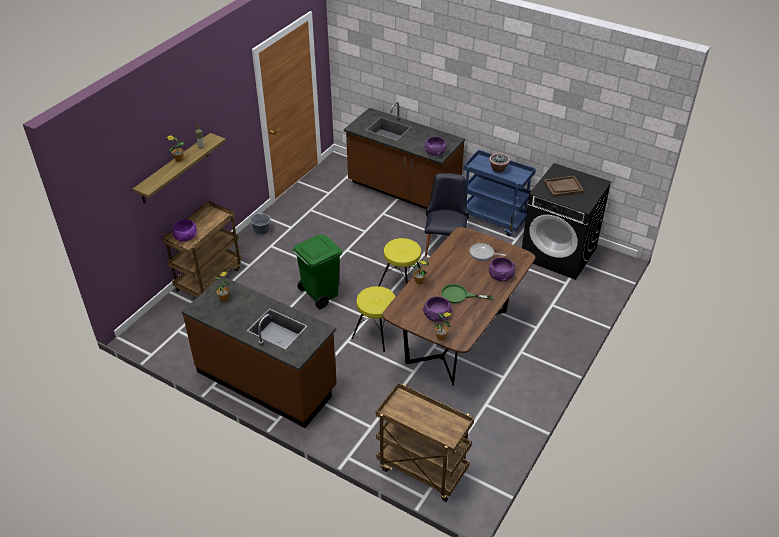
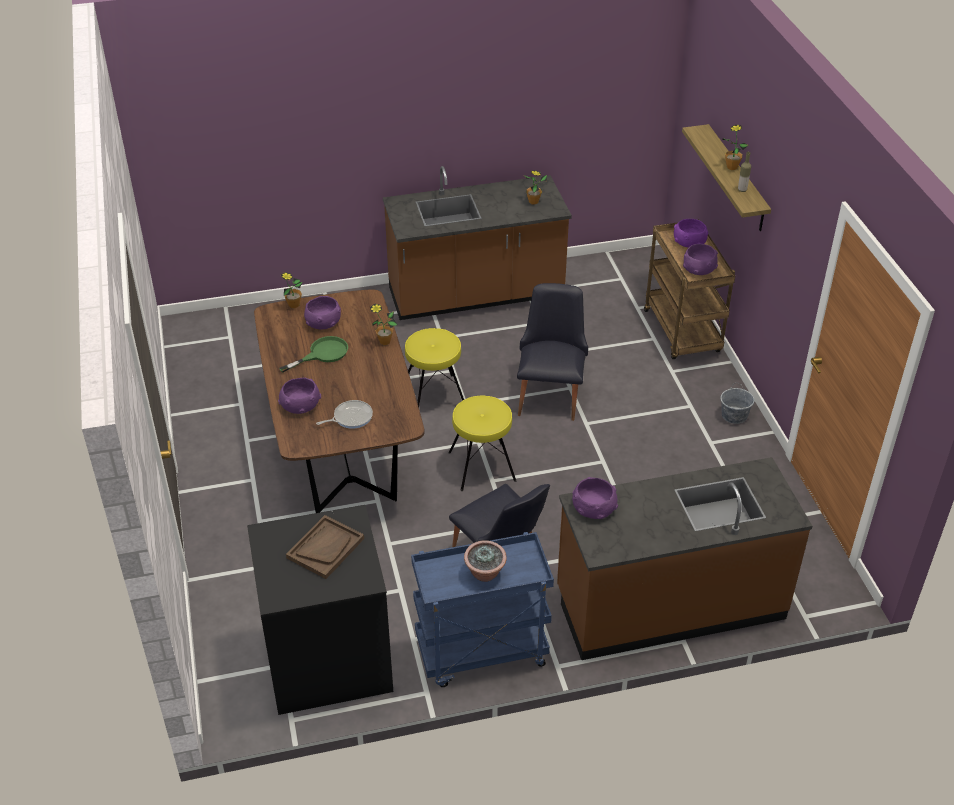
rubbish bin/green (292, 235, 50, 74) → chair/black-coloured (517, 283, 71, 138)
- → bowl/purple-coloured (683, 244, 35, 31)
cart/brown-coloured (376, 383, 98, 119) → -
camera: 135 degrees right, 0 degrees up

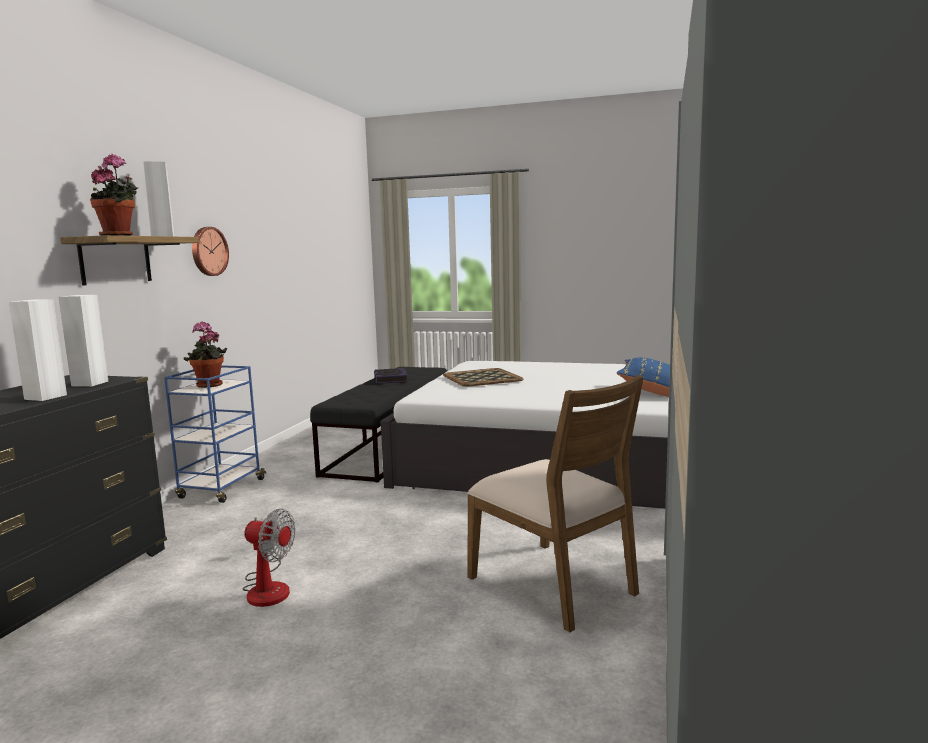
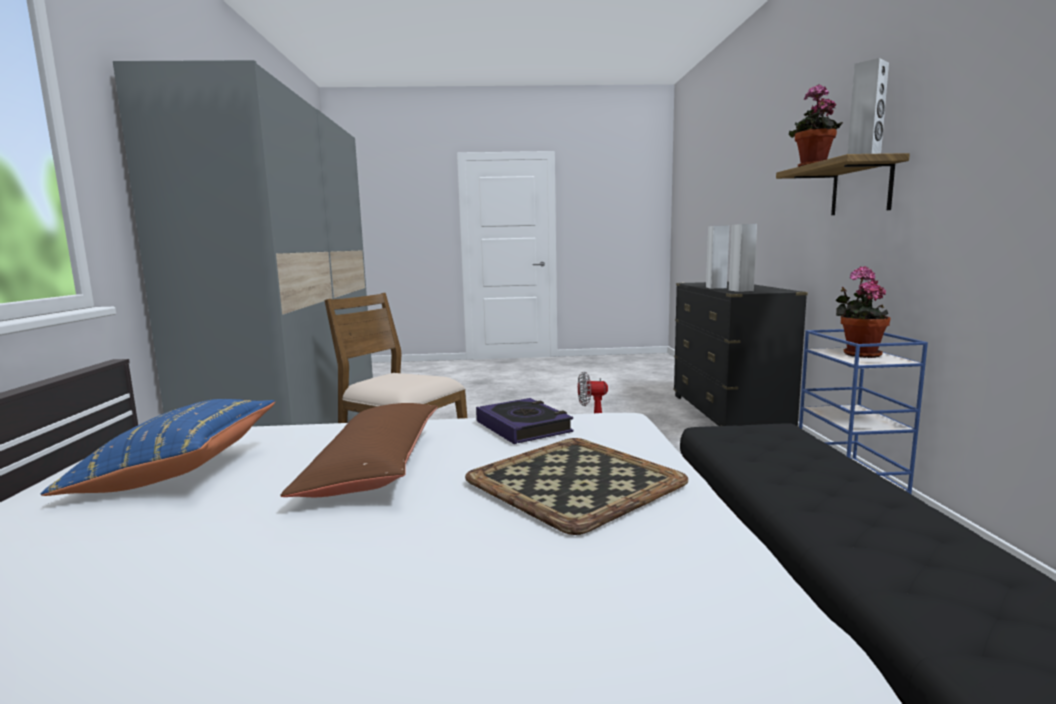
- → pillow/brown-coloured (280, 403, 158, 94)
bound book (374, 368, 33, 16) → bound book (476, 398, 97, 46), shifted
clock on the wall (192, 227, 37, 49) → -
camera: 160 degrees right, 0 degrees up

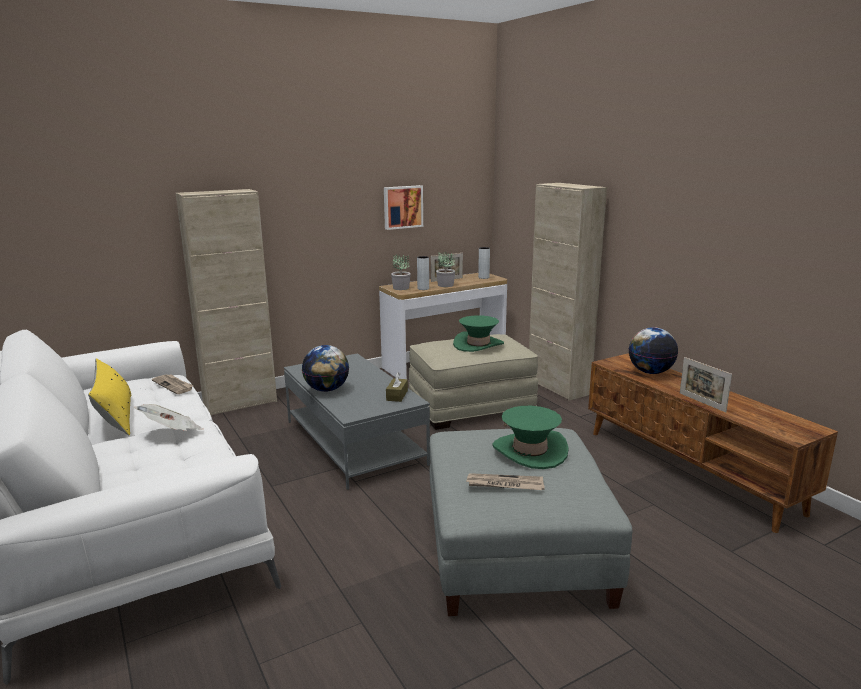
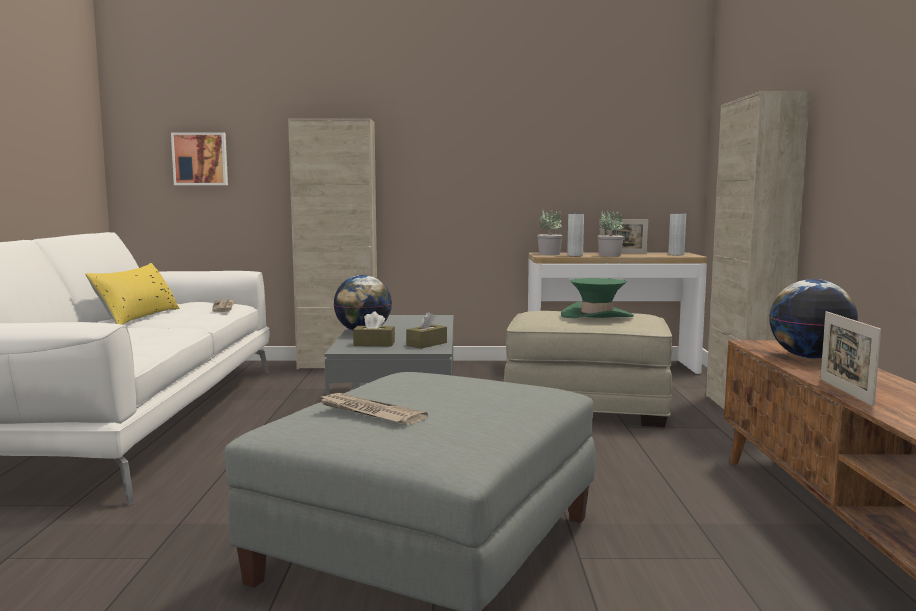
wall art (384, 185, 39, 45) → wall art (171, 132, 57, 53), shifted
- → tissue box/brown-coloured (353, 312, 42, 35)
newspaper (134, 404, 70, 27) → -
wearable hat/green (492, 406, 77, 63) → -
camera: 30 degrees right, 10 degrees down

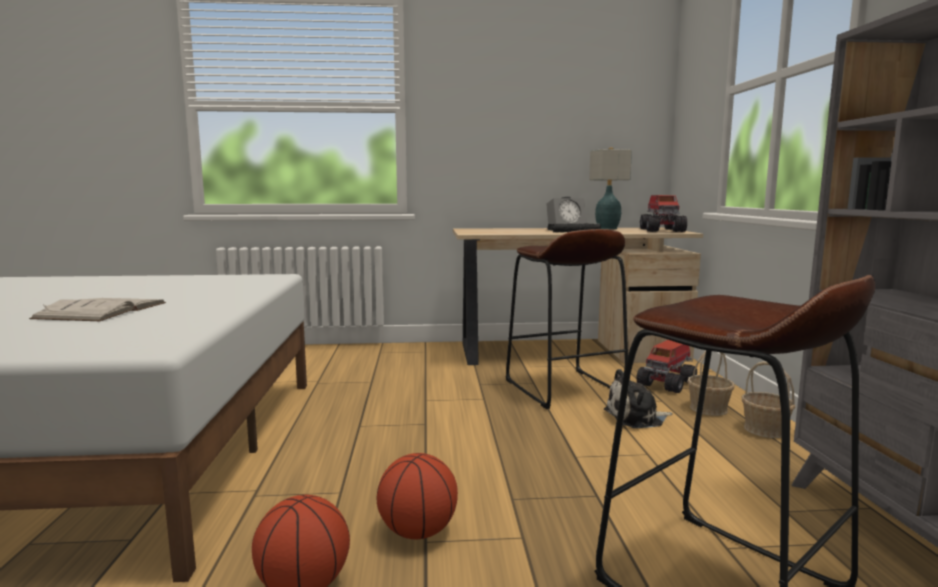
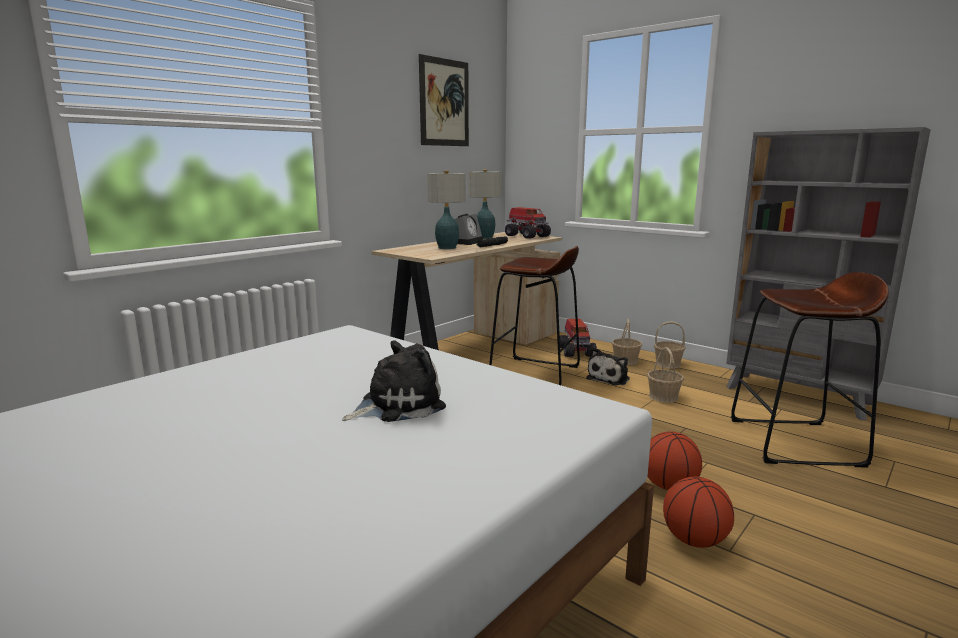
bound book/white (29, 298, 137, 23) → plush toy (342, 340, 104, 82)
- → wall art (419, 54, 50, 92)
- → table lamp (427, 170, 39, 79)
- → storage basket (647, 347, 37, 56)
camera: 45 degrees left, 5 degrees up

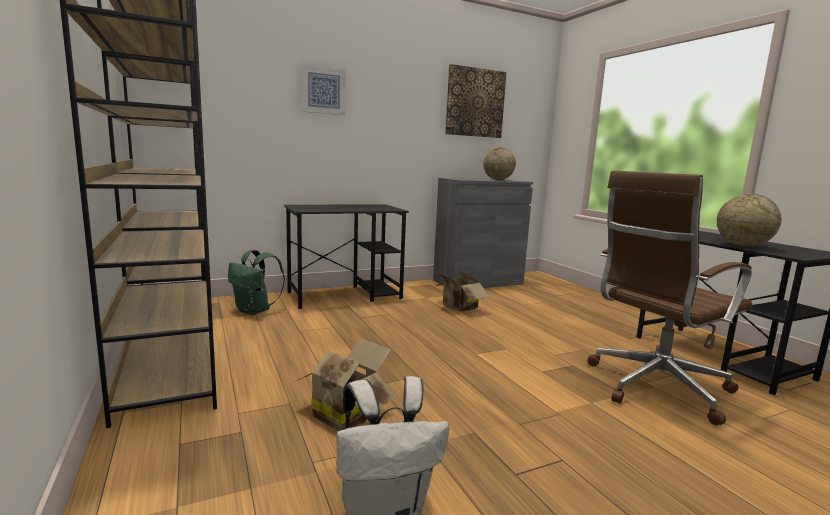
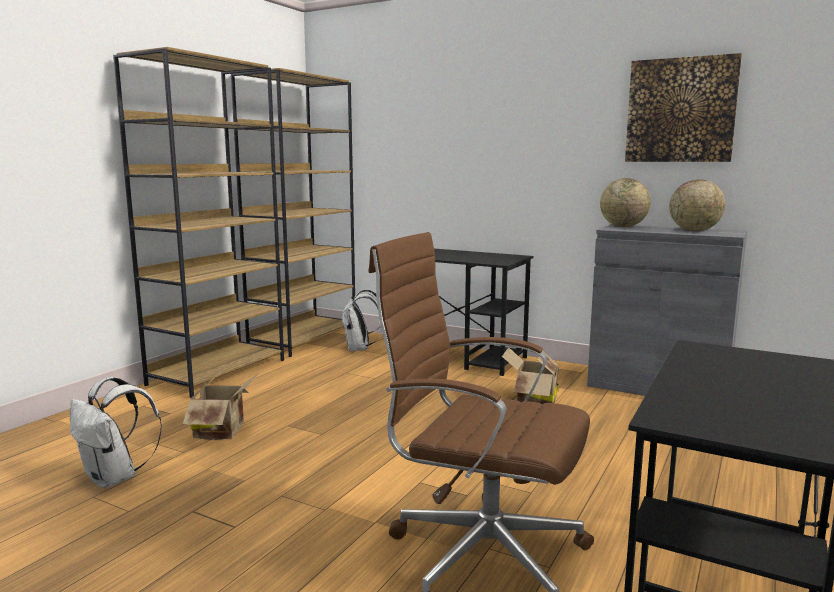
rucksack/green (228, 250, 57, 65) → rucksack/white (341, 289, 41, 62)
globe (717, 194, 64, 53) → globe (600, 178, 51, 49), shifted
wall art (301, 64, 45, 51) → -
camera: 55 degrees right, 0 degrees up

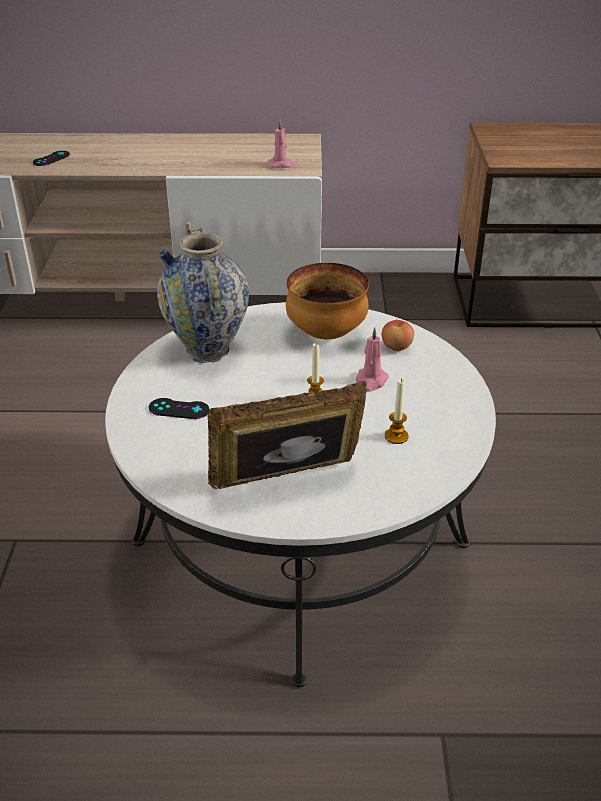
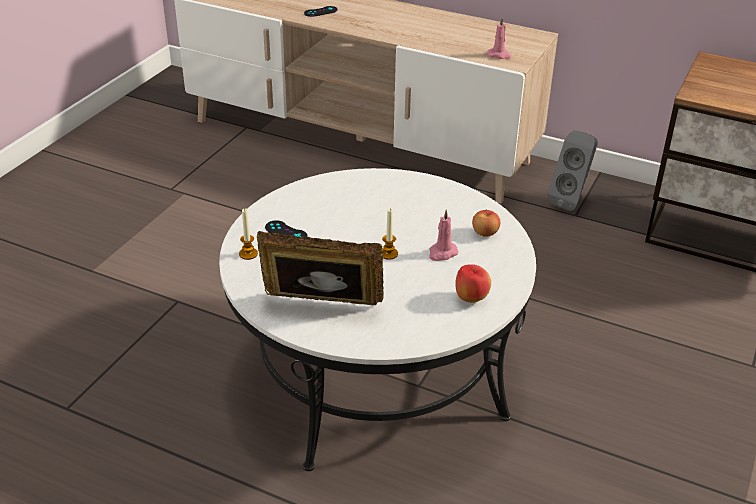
wax candle (385, 378, 24, 66) → wax candle (239, 208, 19, 52), shifted
- → whole apple (455, 264, 36, 39)
- → loudspeaker/greyish (547, 130, 51, 81)
flower vase (157, 227, 92, 136) → -
bowl (286, 263, 83, 76) → -
camera: 25 degrees right, 0 degrees up

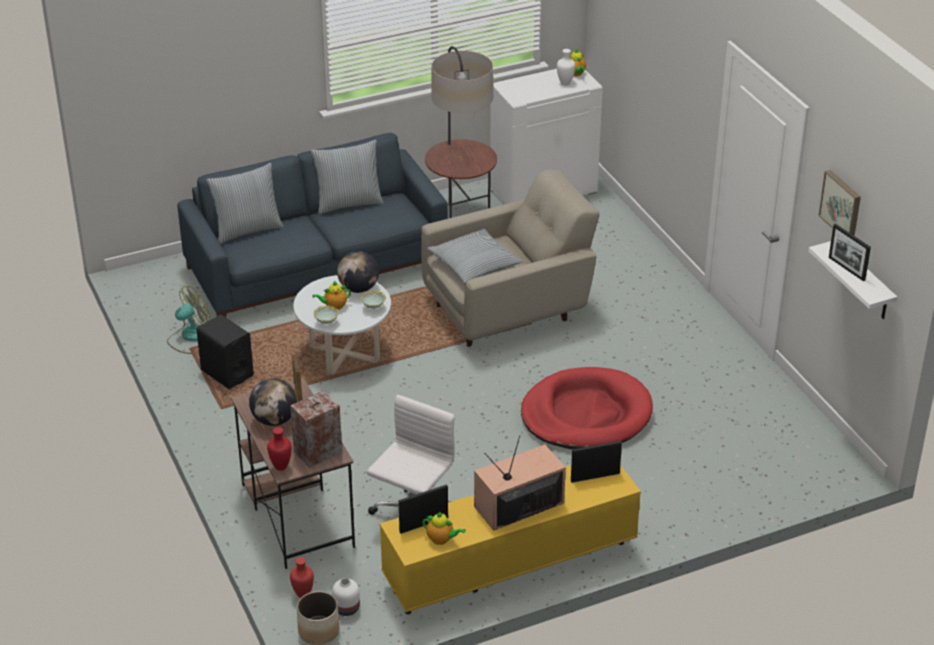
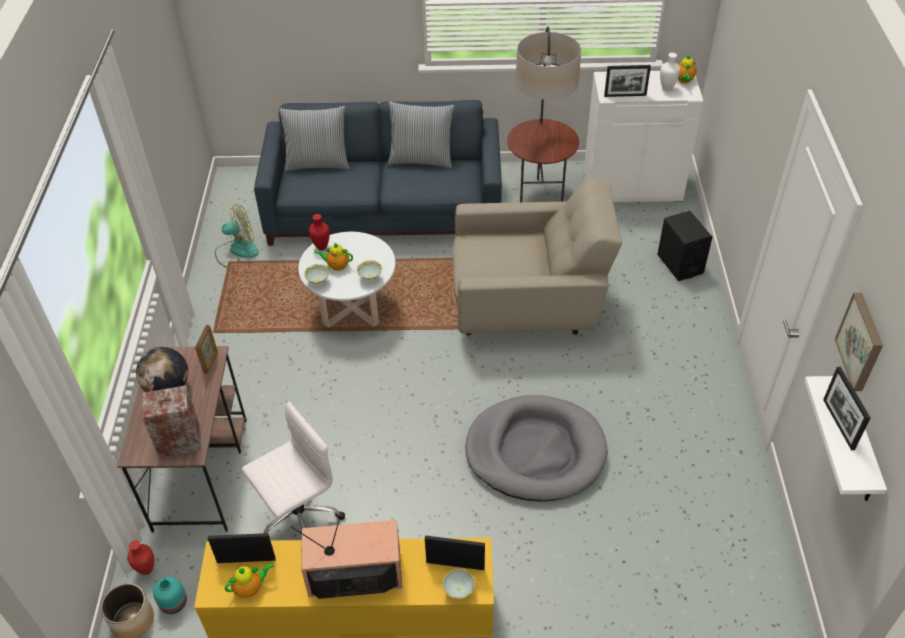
flower vase/white (332, 578, 28, 38) → flower vase/turquoise-coloured (153, 577, 34, 37)
tea pot (422, 512, 44, 33) → tea pot (225, 562, 49, 36), 75 degrees counterclockwise
flower vase/reddish (267, 427, 24, 44) → flower vase/reddish (309, 214, 21, 36), shifted
- → bowl (442, 568, 34, 31)
dog bed/reddish (521, 367, 132, 82) → dog bed/greyish (465, 395, 143, 107)
- → standing frame (604, 65, 47, 32)
loudspeaker/black-coloured (196, 315, 58, 74) → loudspeaker/black-coloured (657, 211, 55, 70), shifted
globe (337, 251, 42, 42) → -
pillow (427, 229, 96, 54) → -
camera: 25 degrees right, 10 degrees up

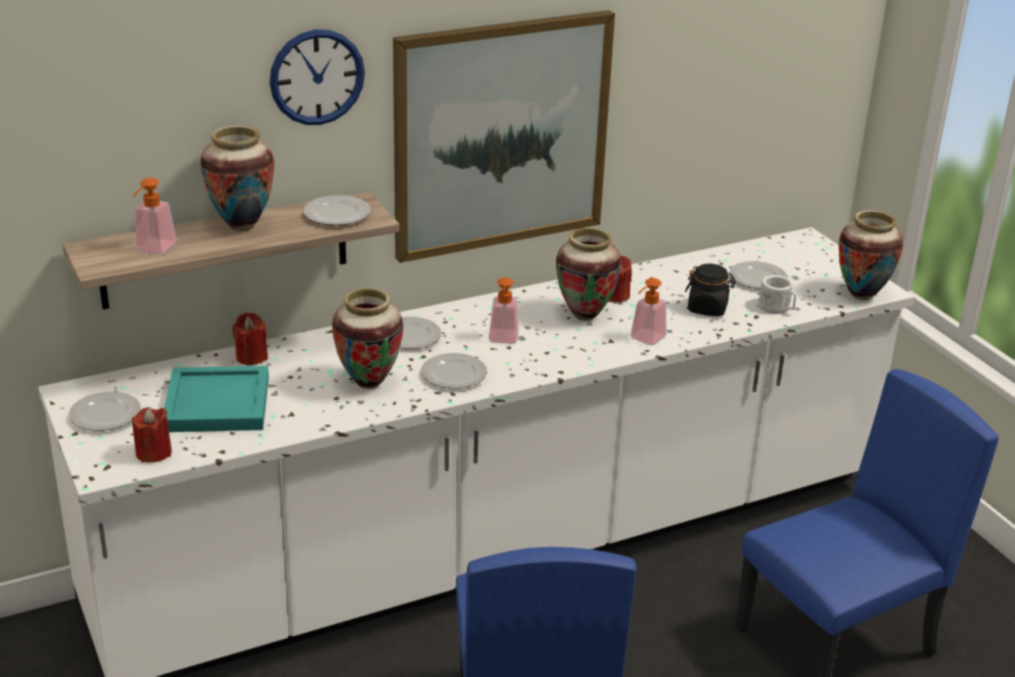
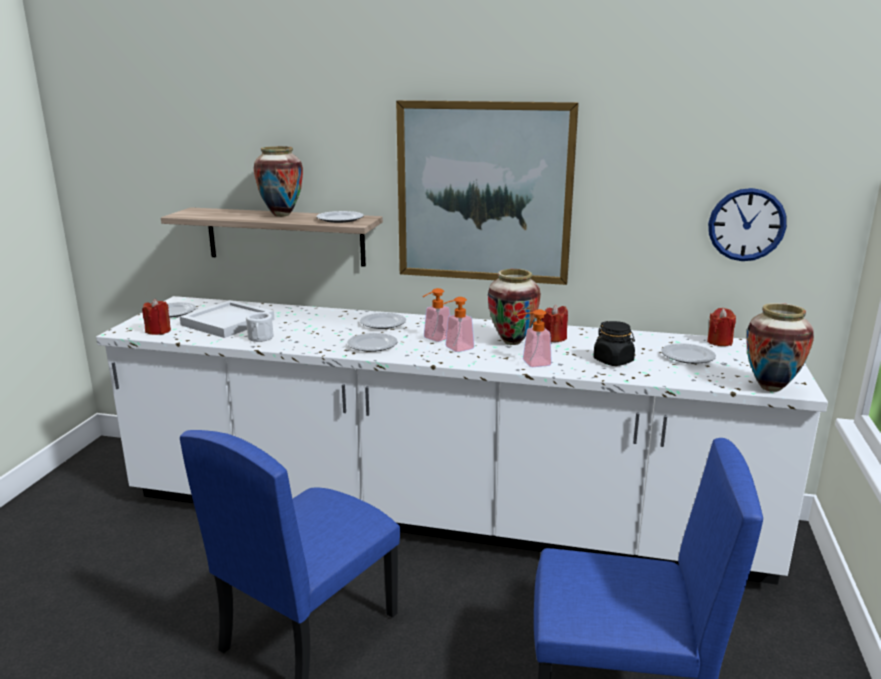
serving tray/turquoise-coloured (164, 366, 105, 66) → serving tray/white (179, 300, 96, 38)
mug/white (759, 275, 37, 39) → mug/white (246, 312, 27, 30), shifted
liquid soap bottle (133, 178, 43, 76) → liquid soap bottle (442, 297, 32, 55), shifted
wax candle/reddish (232, 313, 36, 52) → wax candle/reddish (707, 308, 29, 38), shifted
clock on the wall (270, 29, 95, 96) → clock on the wall (708, 188, 79, 73), shifted
flower vase (332, 288, 71, 101) → -
camera: 40 degrees right, 10 degrees down

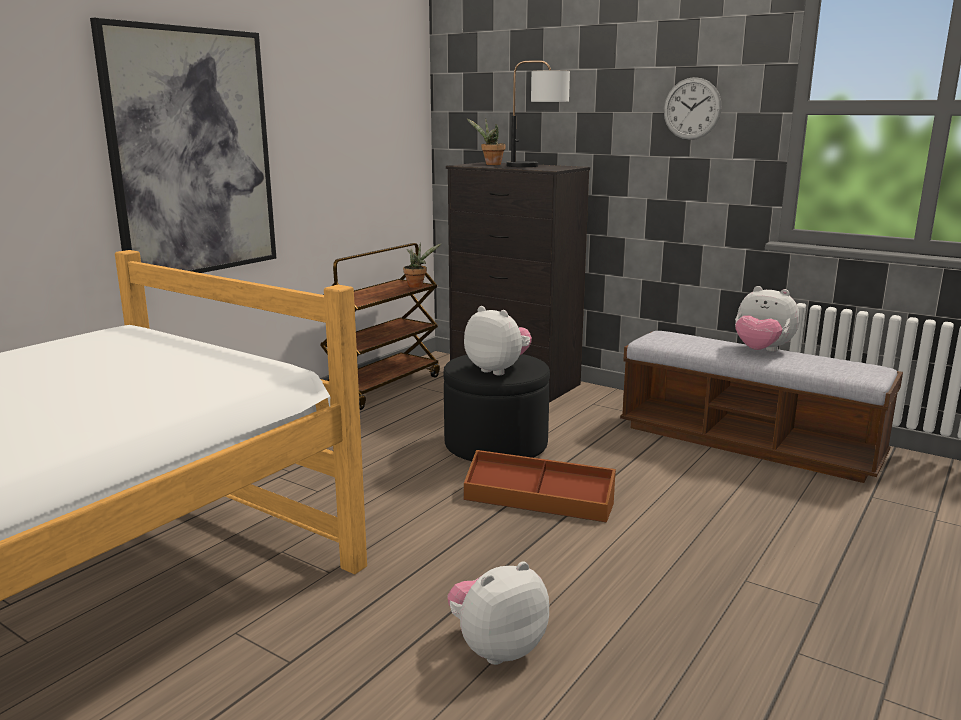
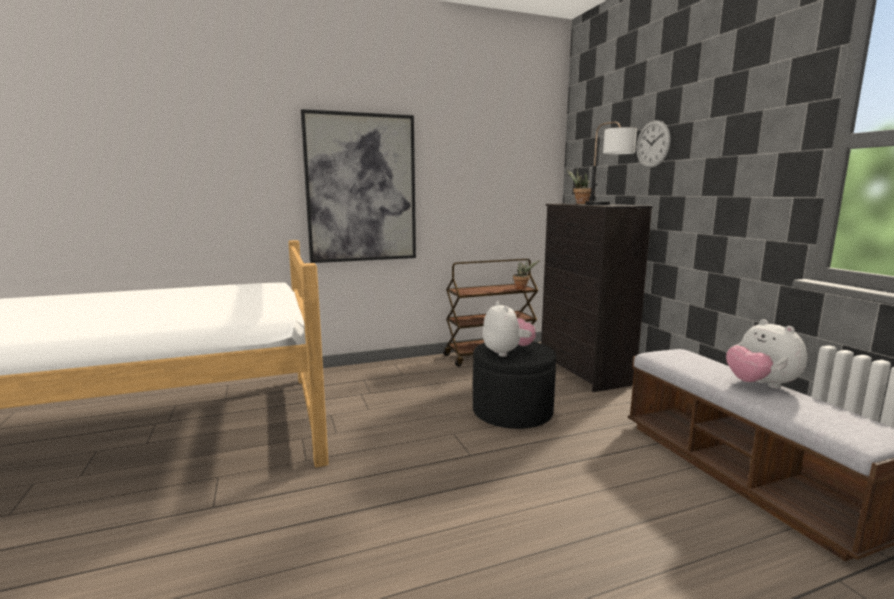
clock on the wall (664, 77, 58, 63) → clock on the wall (636, 120, 35, 48), shifted
plush toy (448, 561, 101, 104) → -
storage box/brown-coloured (464, 450, 152, 73) → -
camera: 35 degrees right, 5 degrees down

